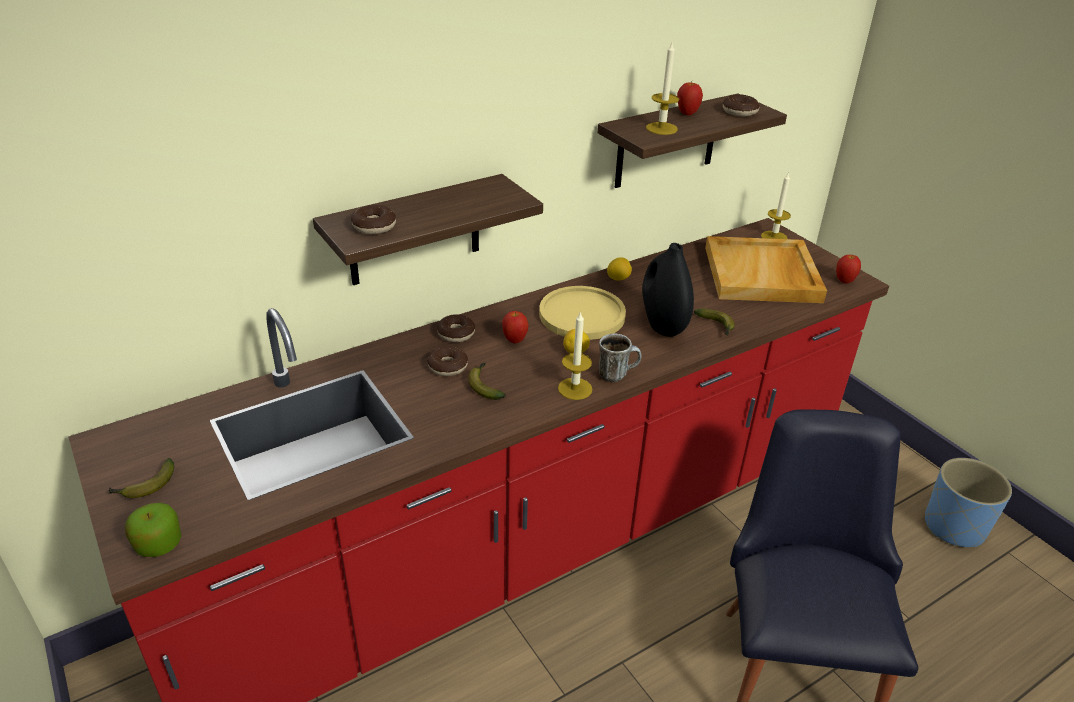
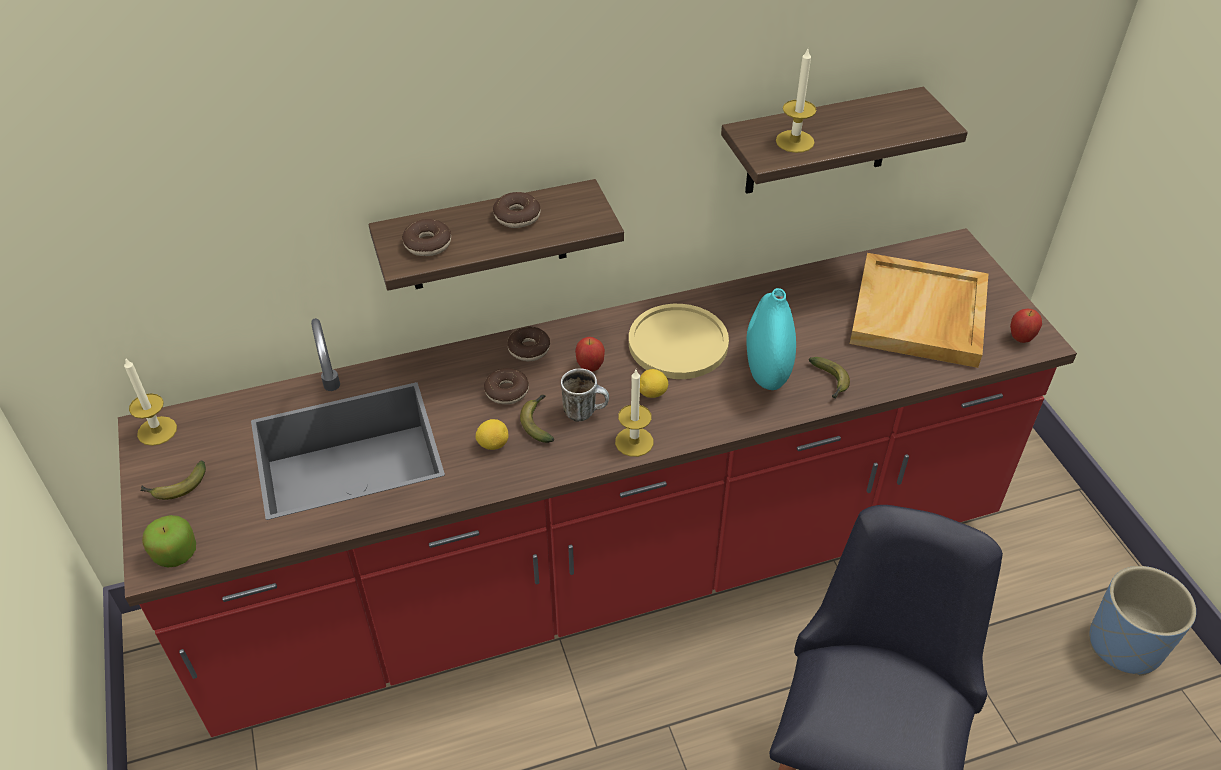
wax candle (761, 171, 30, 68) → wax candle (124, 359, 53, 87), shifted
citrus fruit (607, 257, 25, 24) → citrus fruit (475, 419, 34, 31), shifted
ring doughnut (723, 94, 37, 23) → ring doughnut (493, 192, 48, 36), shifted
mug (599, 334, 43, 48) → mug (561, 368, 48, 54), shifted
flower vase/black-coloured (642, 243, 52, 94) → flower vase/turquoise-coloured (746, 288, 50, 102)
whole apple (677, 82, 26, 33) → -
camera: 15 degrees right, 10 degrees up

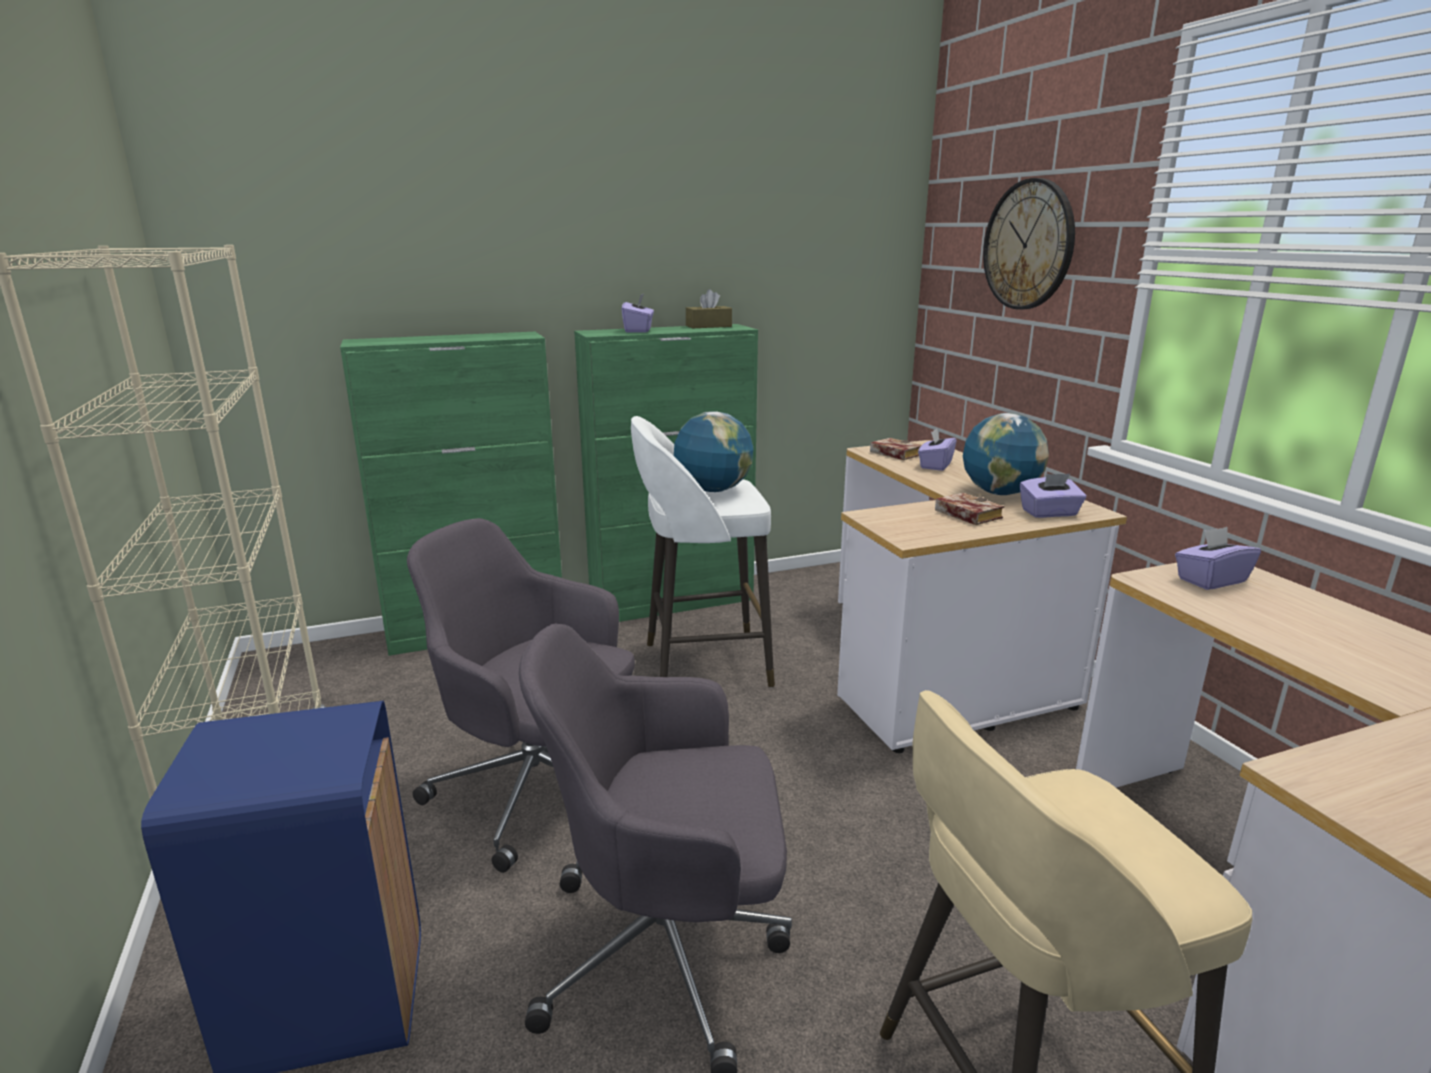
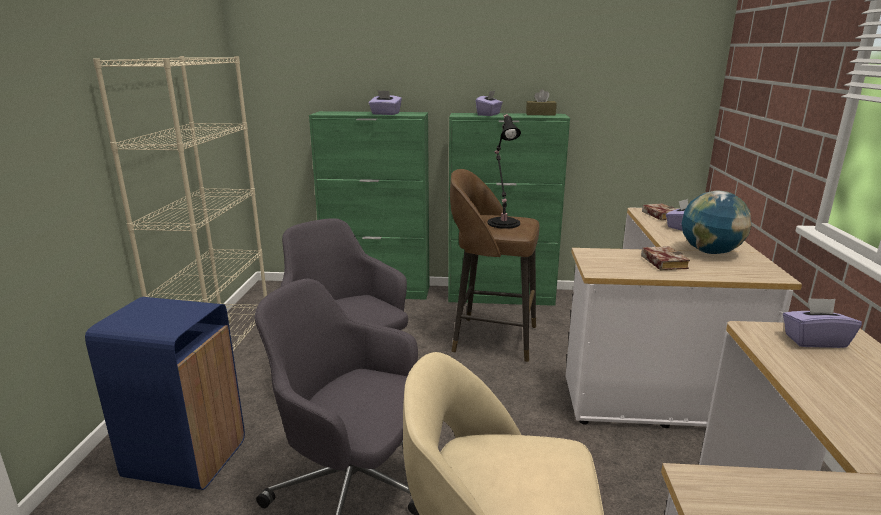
tissue box/purple-coloured (1020, 474, 66, 44) → tissue box/purple-coloured (369, 90, 33, 25), shifted
stool seat/white (631, 416, 144, 271) → stool seat/brown-coloured (450, 169, 89, 193)
globe (674, 412, 79, 80) → table lamp/black-coloured (488, 114, 33, 115)
clock on the wall (983, 178, 92, 132) → -
camera: 25 degrees right, 0 degrees up

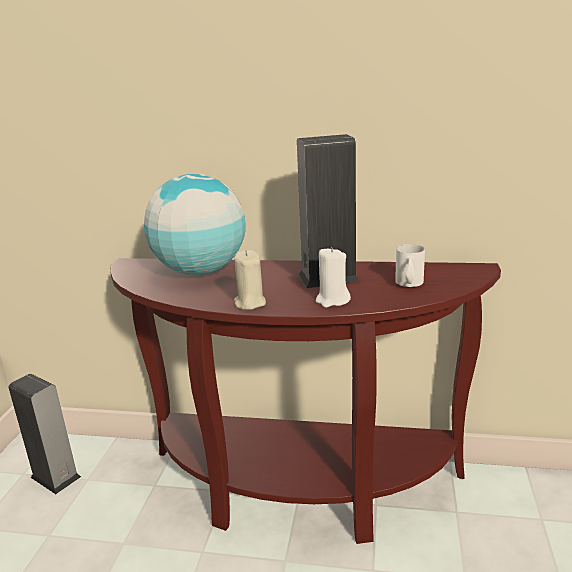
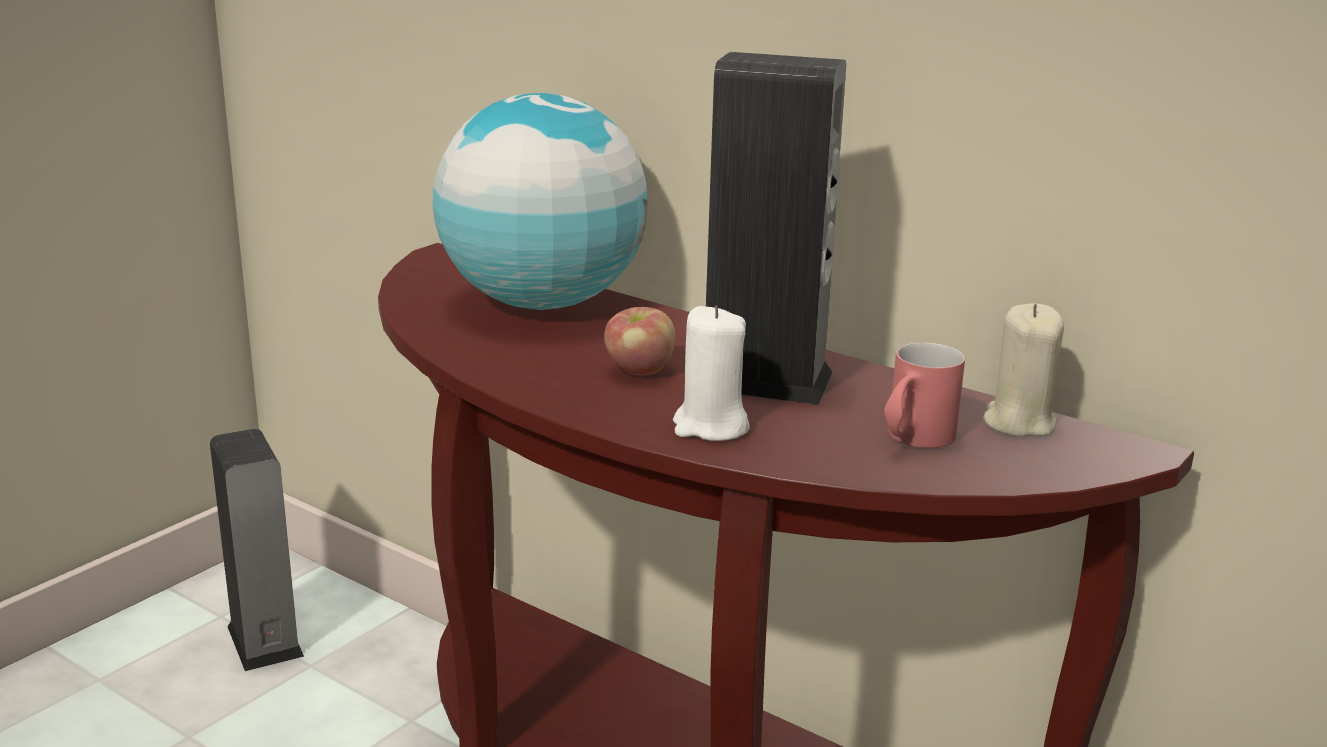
- → whole apple (604, 307, 71, 68)
mug/white (395, 244, 30, 43) → mug/reddish (884, 342, 81, 106)
wax candle/beige (234, 250, 32, 60) → wax candle/beige (984, 303, 80, 134), shifted
camera: 25 degrees right, 0 degrees up

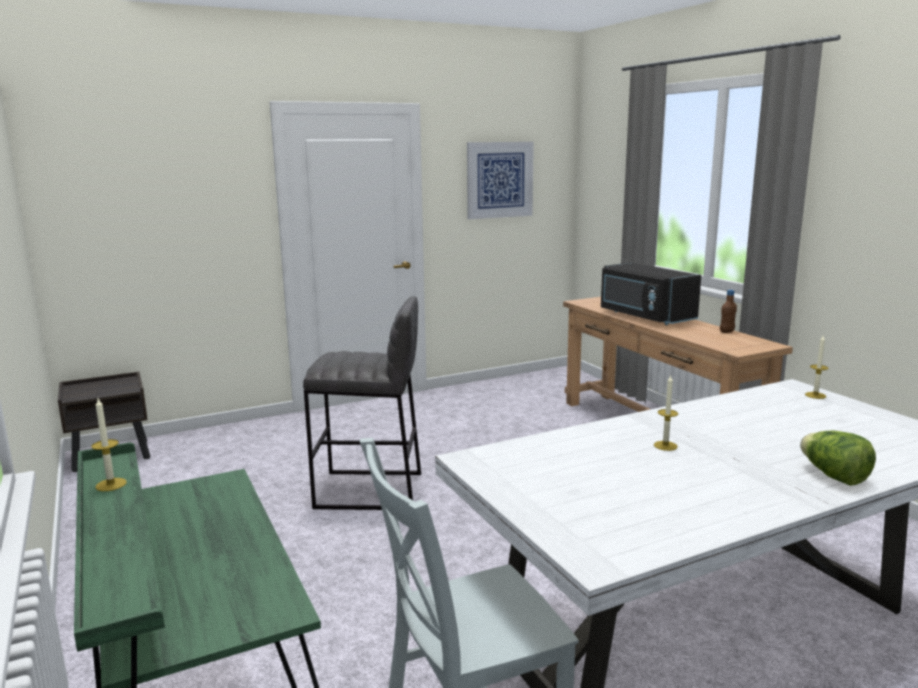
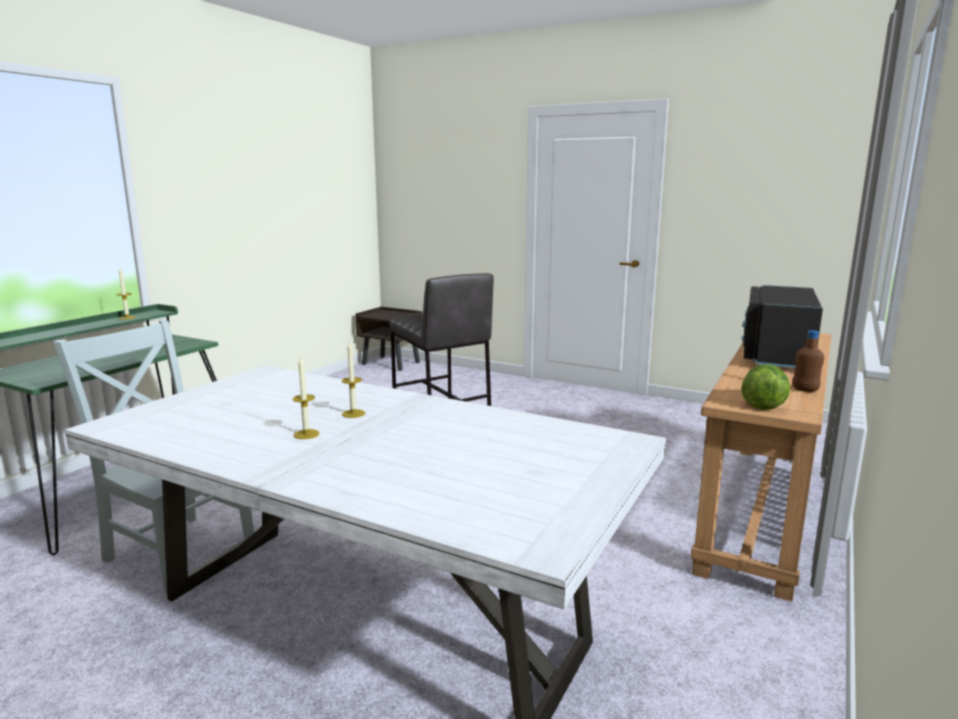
wax candle (805, 334, 24, 65) → wax candle (293, 357, 26, 82), shifted
lettuce (800, 431, 76, 55) → lettuce (741, 364, 49, 46), shifted
wall art (467, 142, 67, 77) → -
camera: 55 degrees right, 0 degrees up

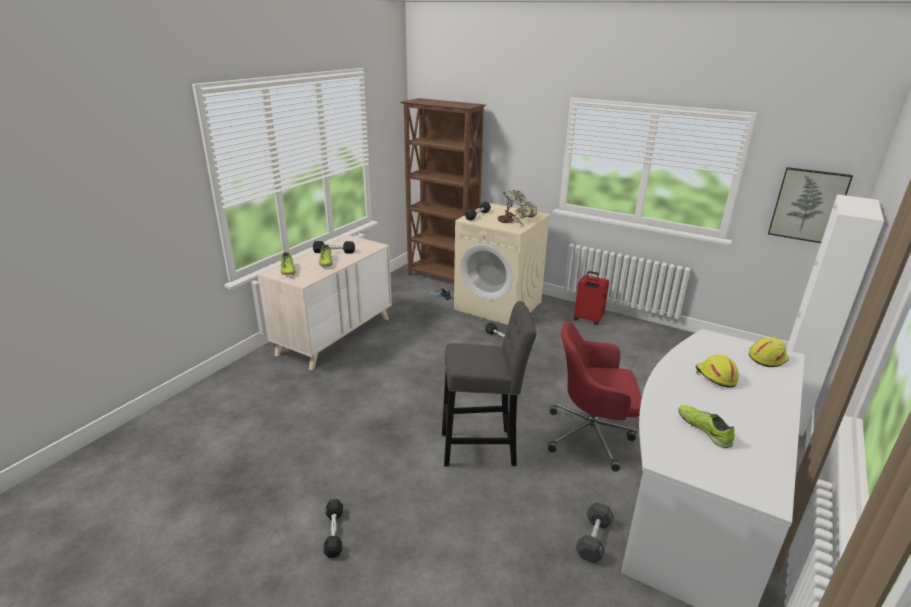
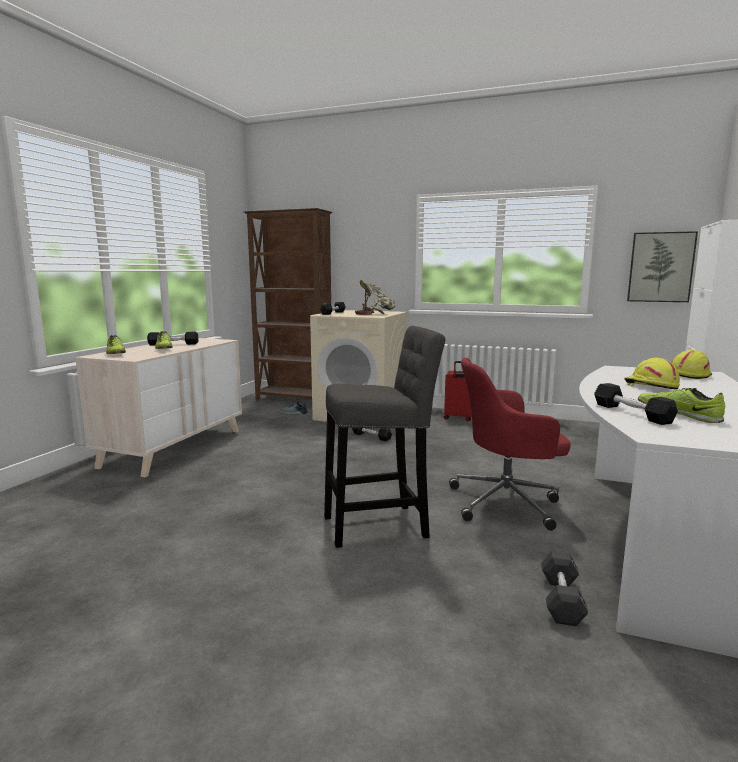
hand weight/black-coloured (323, 499, 20, 59) → hand weight/black-coloured (594, 383, 84, 42), shifted
camera: 10 degrees left, 15 degrees down

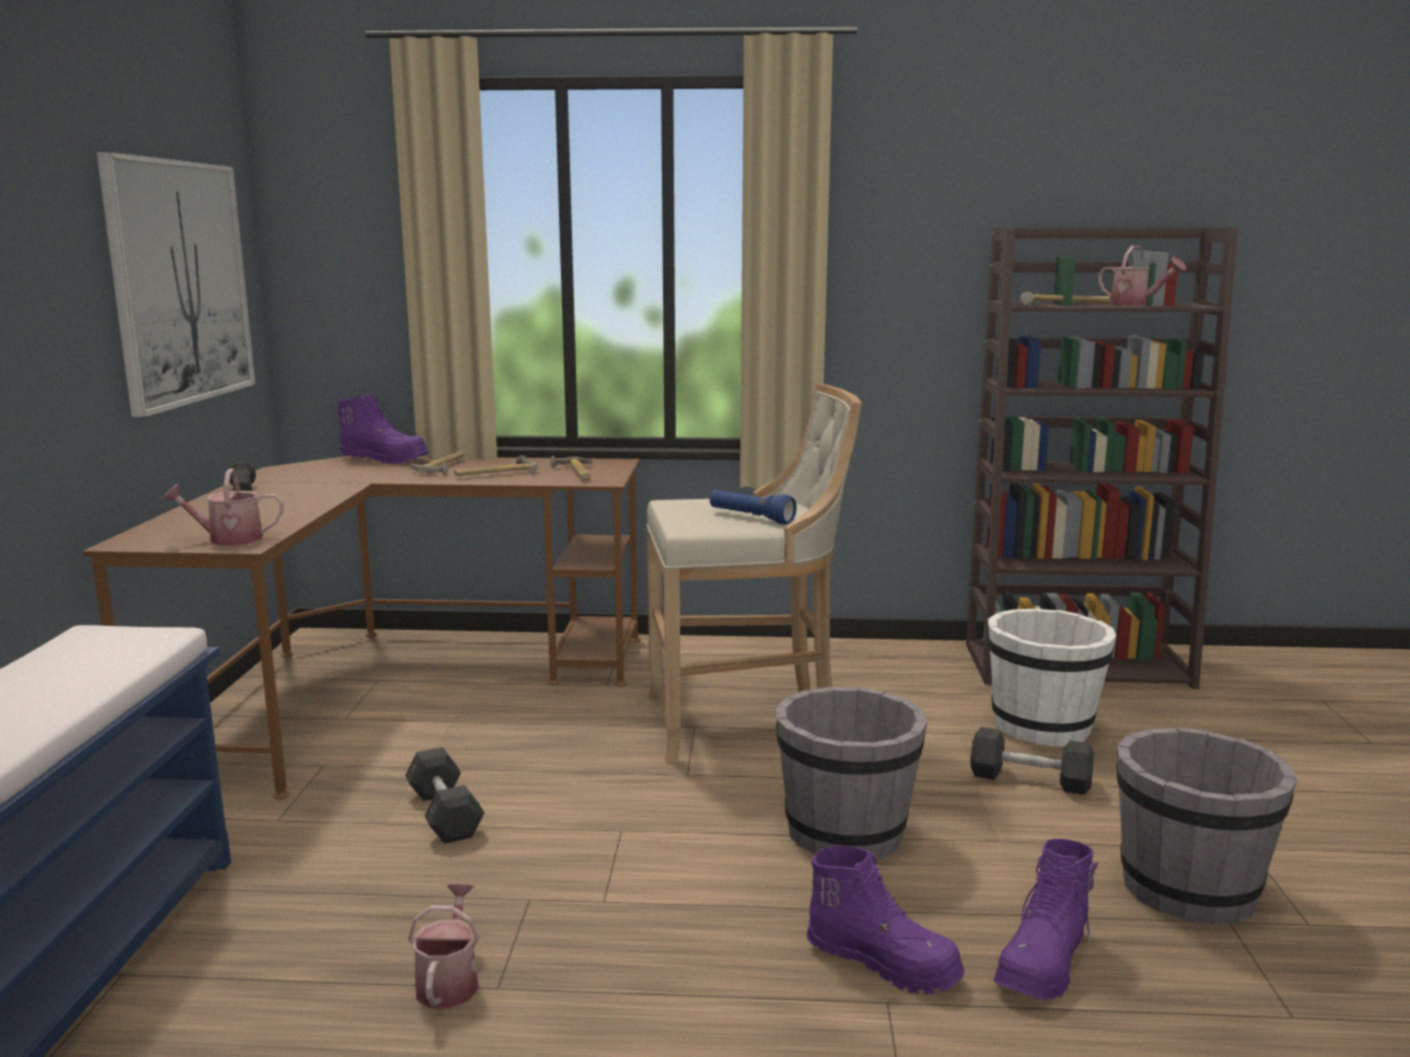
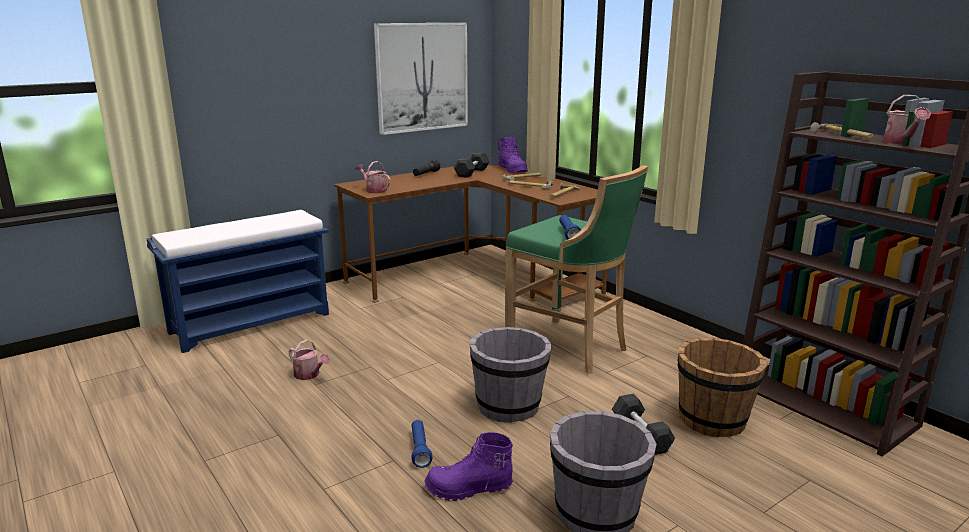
watering can (408, 883, 72, 125) → watering can (289, 340, 41, 40), 75 degrees clockwise
high-top boot/purple-coloured (807, 846, 158, 148) → hand torch/blue-coloured (411, 420, 22, 48)
hand weight/greyish (405, 747, 79, 97) → hand weight/greyish (454, 152, 36, 26), shifted
stool seat/beige (647, 383, 215, 380) → stool seat/green (505, 165, 143, 209)
bucket/white (987, 609, 129, 137) → bucket/brown-coloured (678, 338, 89, 99)
camera: 50 degrees right, 5 degrees up

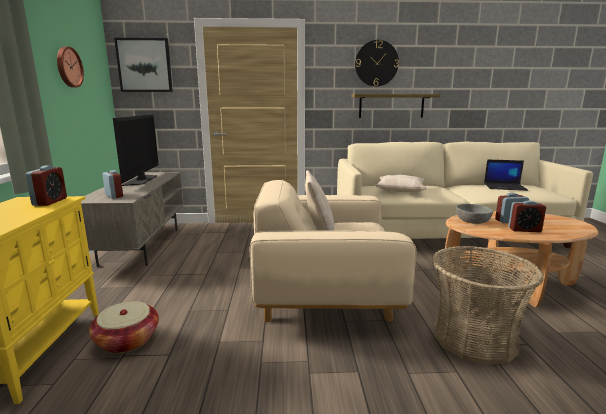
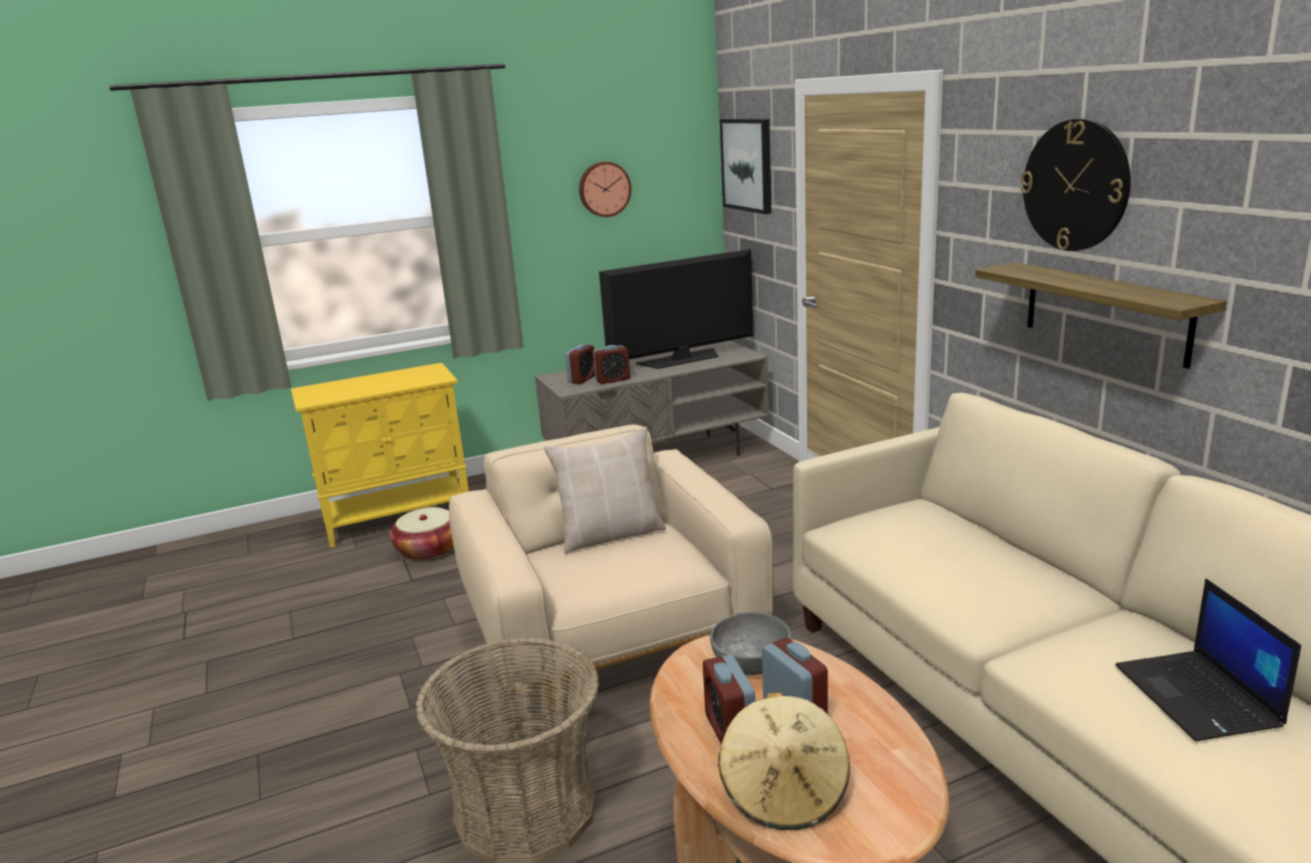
alarm clock (26, 166, 41, 40) → alarm clock (593, 345, 37, 39), shifted
- → wearable hat/beige (718, 693, 132, 137)
pillow/beige (376, 175, 50, 17) → -
camera: 70 degrees right, 5 degrees up

